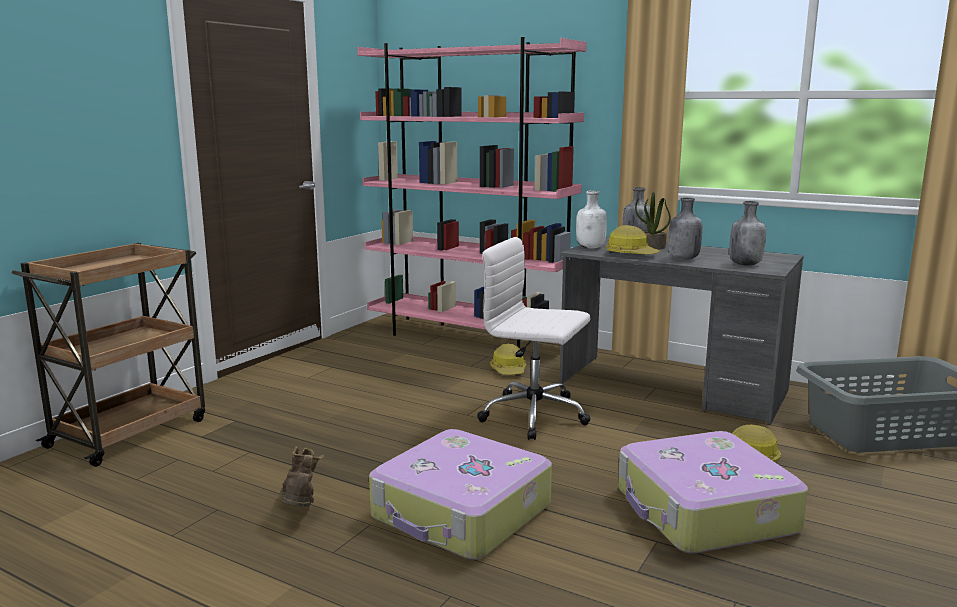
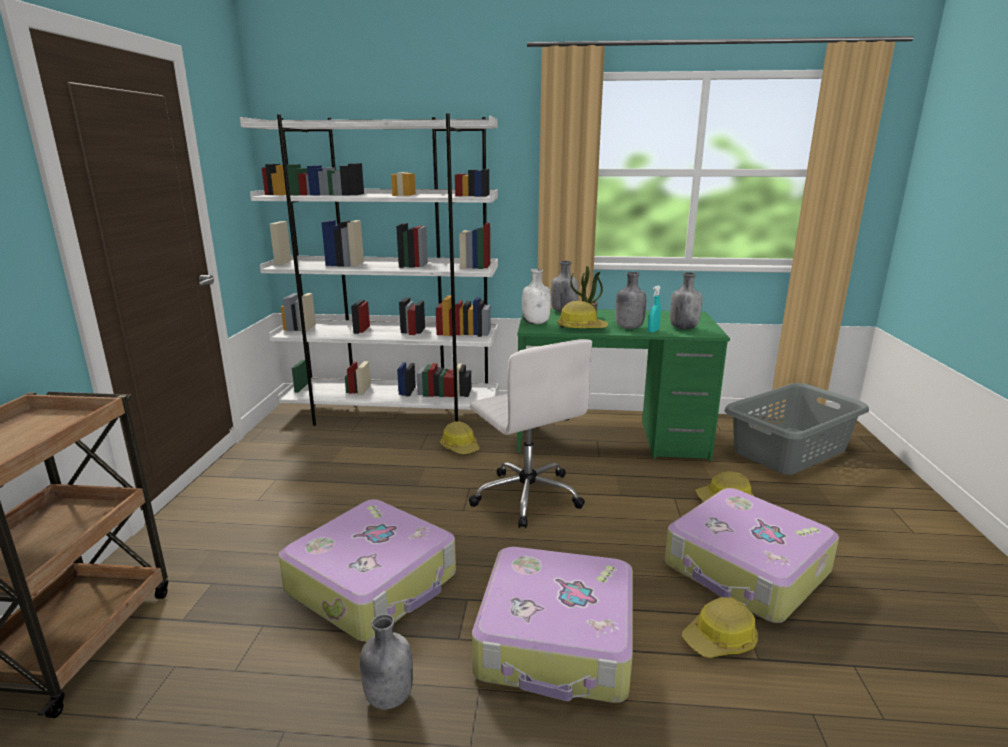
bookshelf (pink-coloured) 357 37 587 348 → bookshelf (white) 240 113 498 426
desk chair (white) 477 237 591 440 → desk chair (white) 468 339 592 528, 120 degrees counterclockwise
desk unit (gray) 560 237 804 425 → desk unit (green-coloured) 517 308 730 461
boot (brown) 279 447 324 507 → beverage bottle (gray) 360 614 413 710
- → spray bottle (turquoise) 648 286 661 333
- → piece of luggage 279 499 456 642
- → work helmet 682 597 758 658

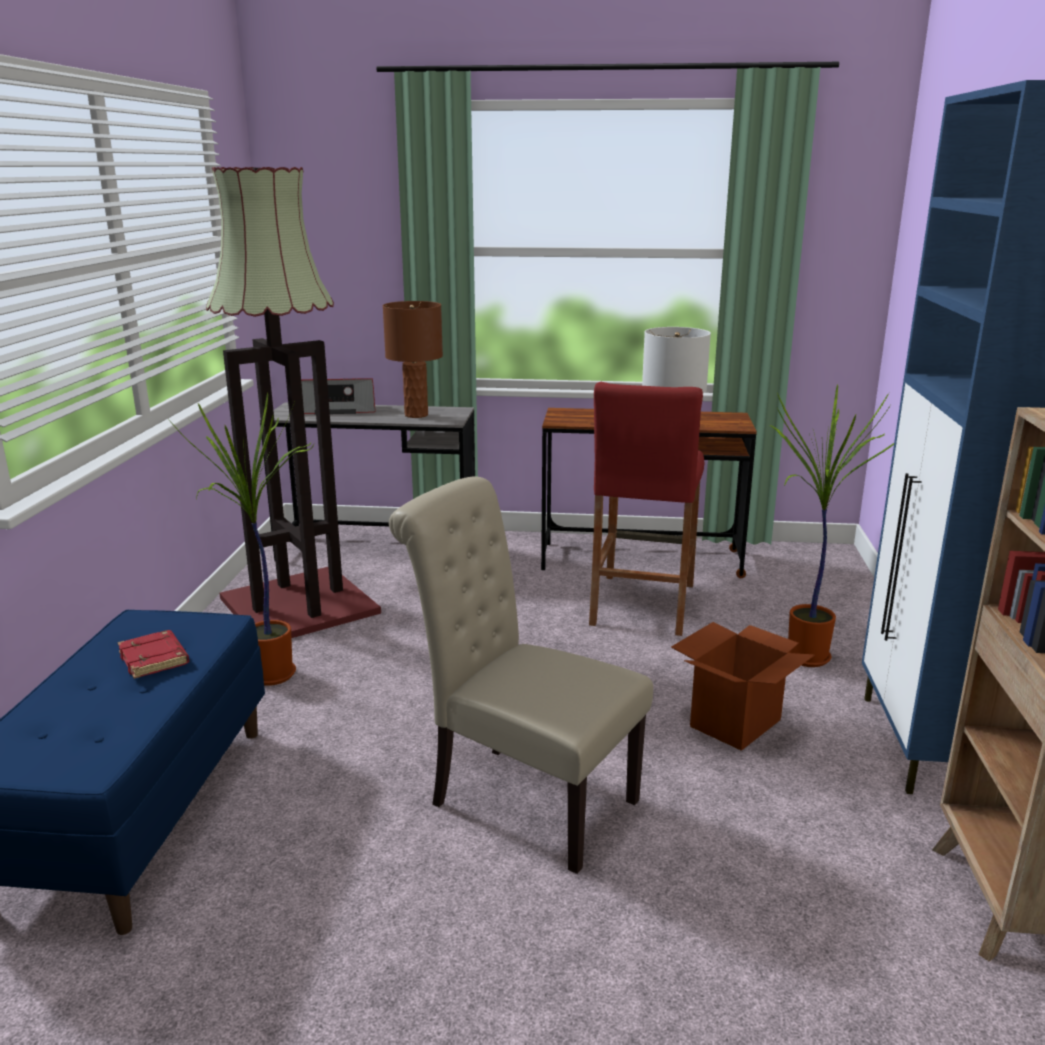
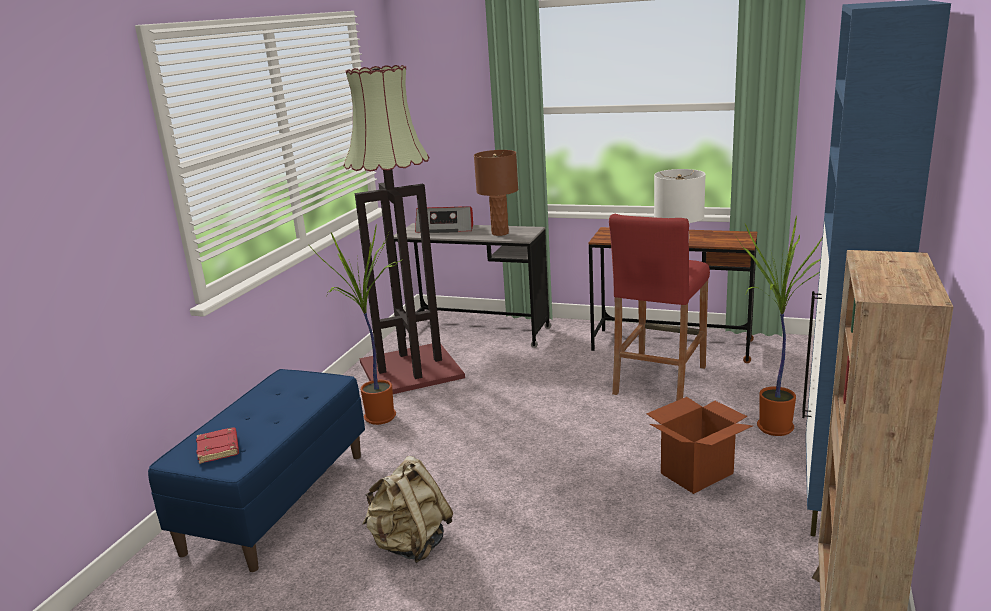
plain chair (sand-coloured) 389 476 653 874 → -
volume (red-coloured) 117 630 189 679 → volume (red-coloured) 196 427 239 464, moved
- → knapsack (sand-coloured) 362 456 453 563

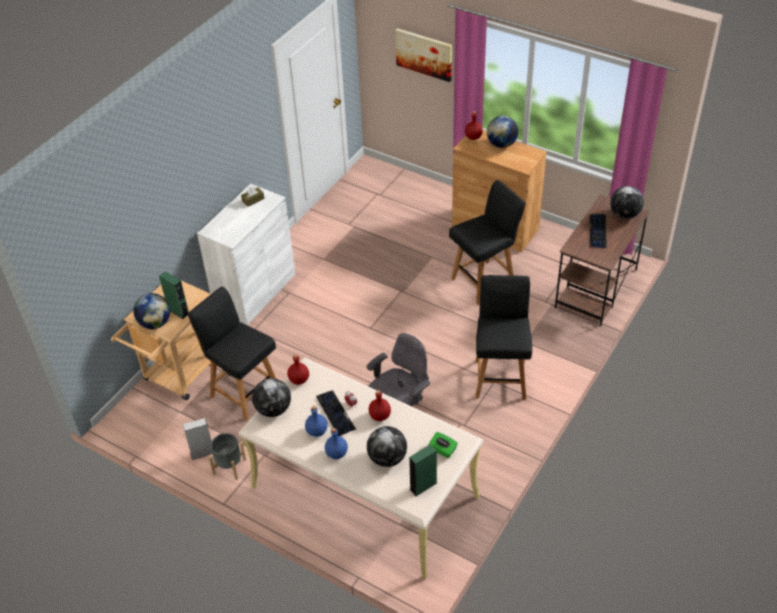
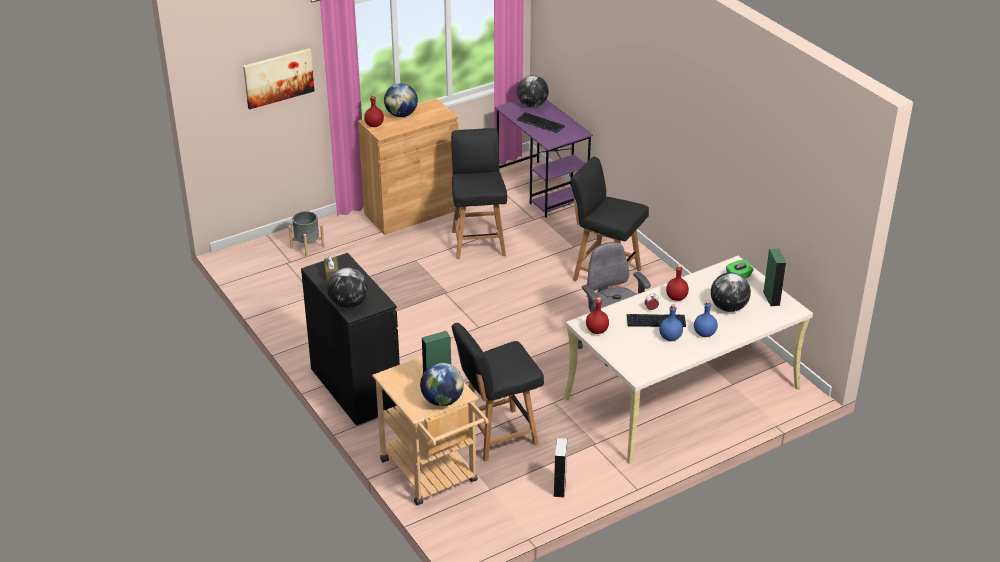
cupboard (white) 197 184 295 325 → cupboard (black) 301 253 400 426
desk unit (brown) 555 194 650 326 → desk unit (purple-coloured) 495 99 593 218
desk globe 252 378 291 417 → desk globe 327 268 368 308, moved
flower pot (gray) 209 433 246 480 → flower pot (gray) 288 211 325 257, moved

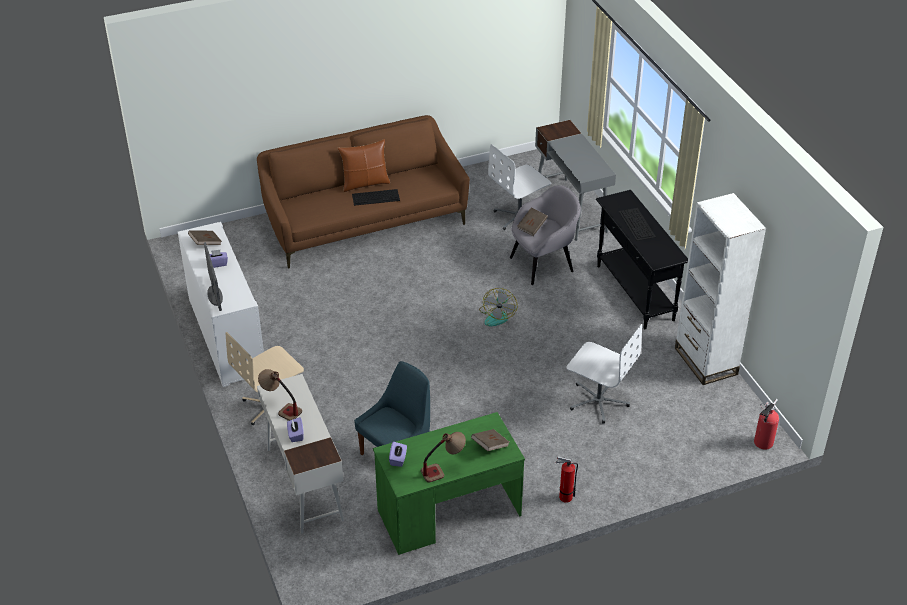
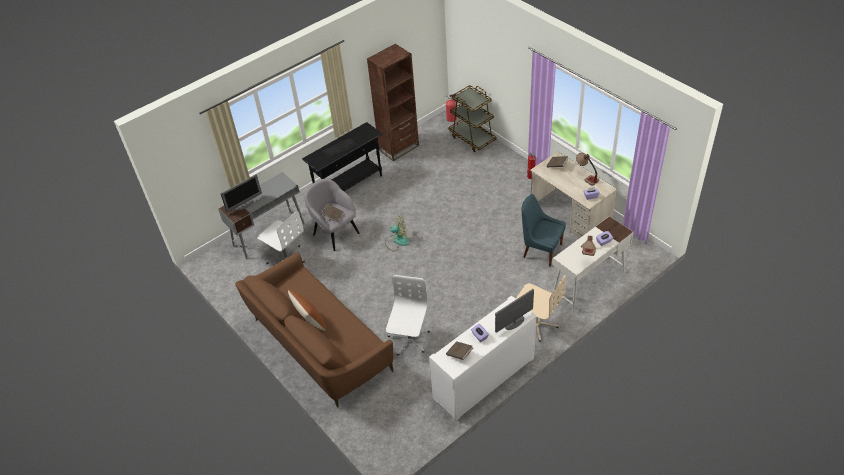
PC keyboard 352 189 400 206 → -
bookshelf (white) 675 193 766 385 → bookshelf (brown) 367 44 419 161
desk chair (white) 566 324 642 423 → desk chair (white) 386 275 430 356, moved
desk unit (green-coloured) 373 412 525 555 → desk unit (sand-coloured) 530 152 617 238
- → trolley (brown) 448 85 496 152
- → computer screen 221 174 262 213

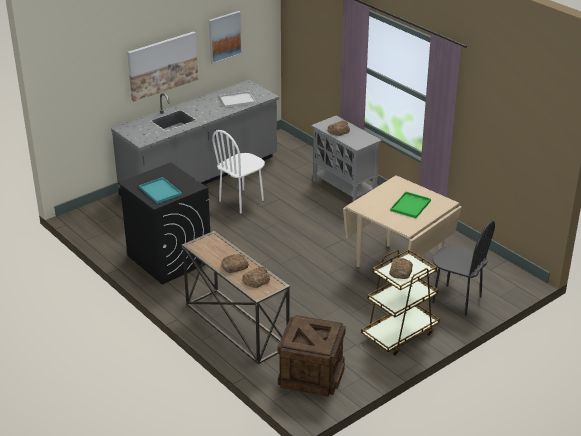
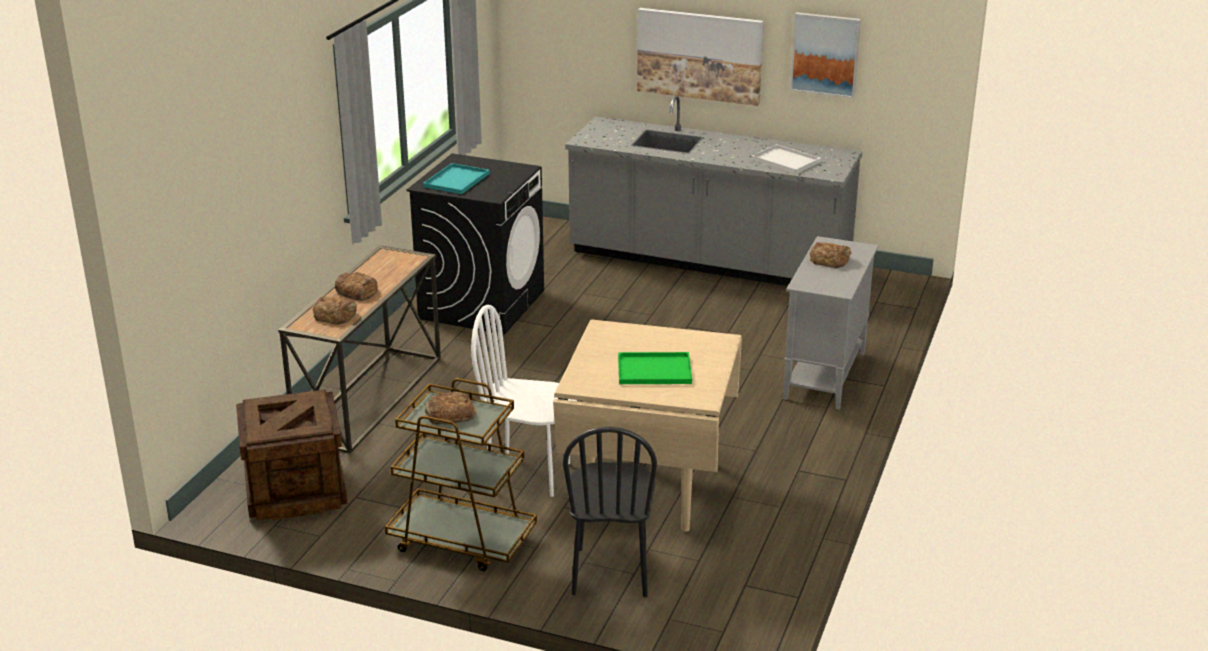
plain chair (white) 212 130 265 213 → plain chair (white) 471 305 577 497, moved

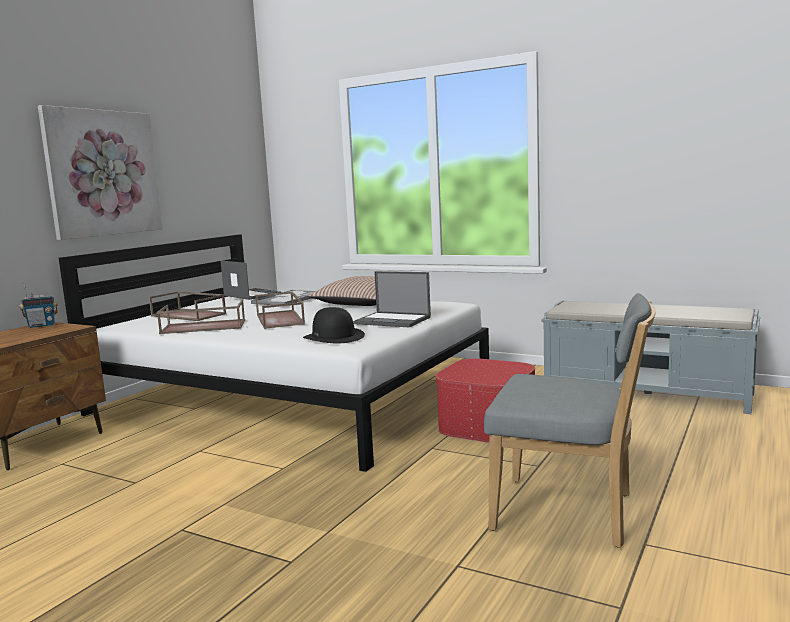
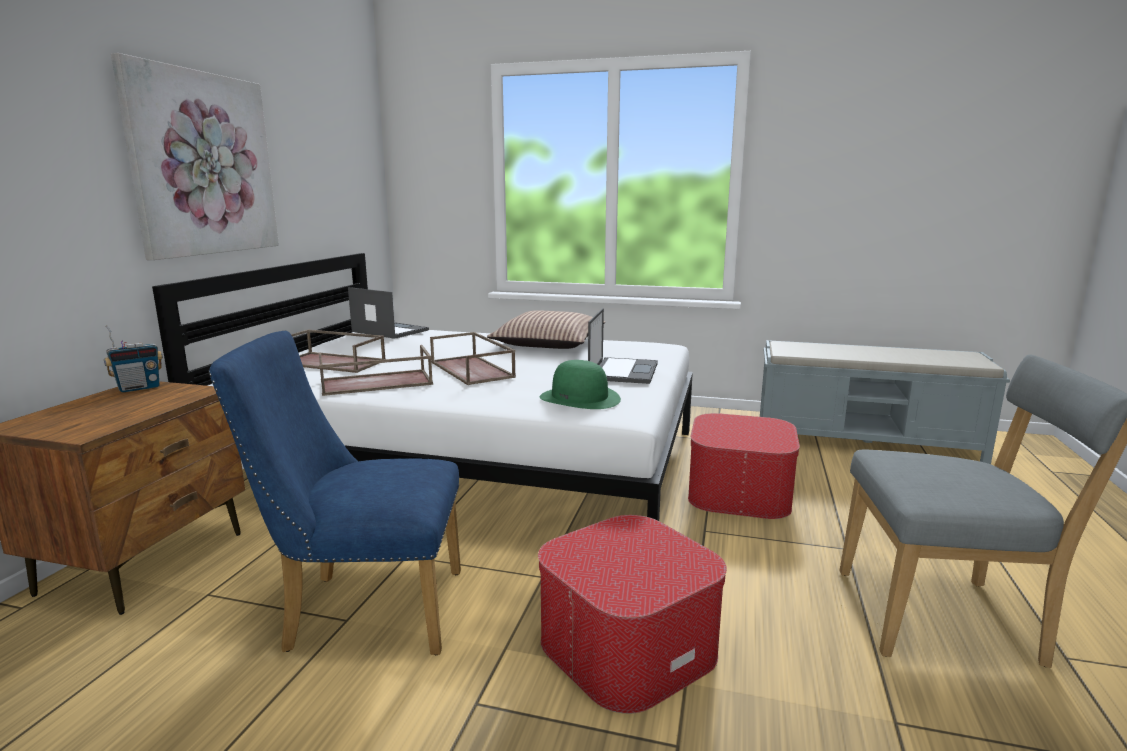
notebook computer 353 271 431 328 → notebook computer 588 308 658 384, 90 degrees counterclockwise
serving tray 251 290 316 305 → -
clothing hat (black) 303 307 365 343 → clothing hat (green-coloured) 540 360 621 409
- → plain chair (blue-coloured) 209 331 461 655
- → footrest 538 515 727 714

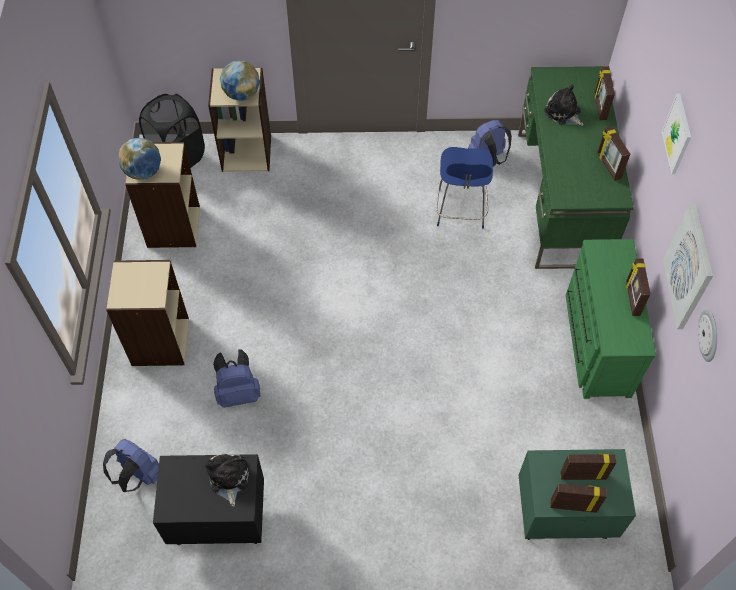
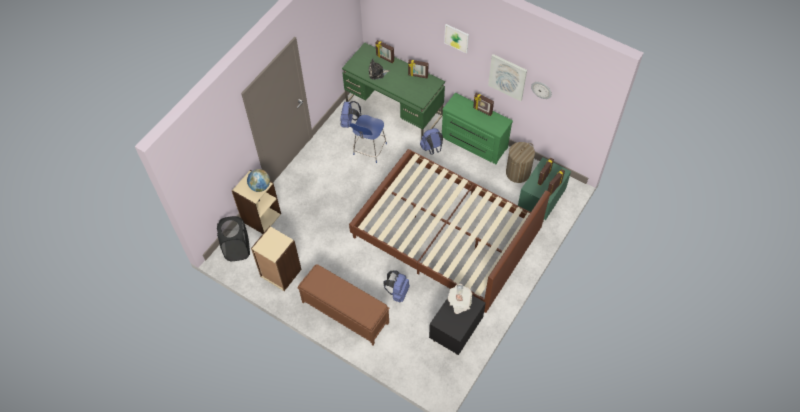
desk globe 118 138 161 180 → -
plain chair (blue-coloured) 436 147 493 229 → plain chair (blue-coloured) 350 115 387 163, 75 degrees clockwise
bookshelf (sand-coloured) 106 260 189 366 → indoor bench (brown) 297 264 390 346
knapsack (blue-coloured) 103 439 159 492 → knapsack (blue-coloured) 420 128 443 155, moved
plush toy 205 454 249 507 → printed paper 448 284 472 314
- → laundry basket 506 142 535 183
- → sleeping bed (brown) 349 149 550 313

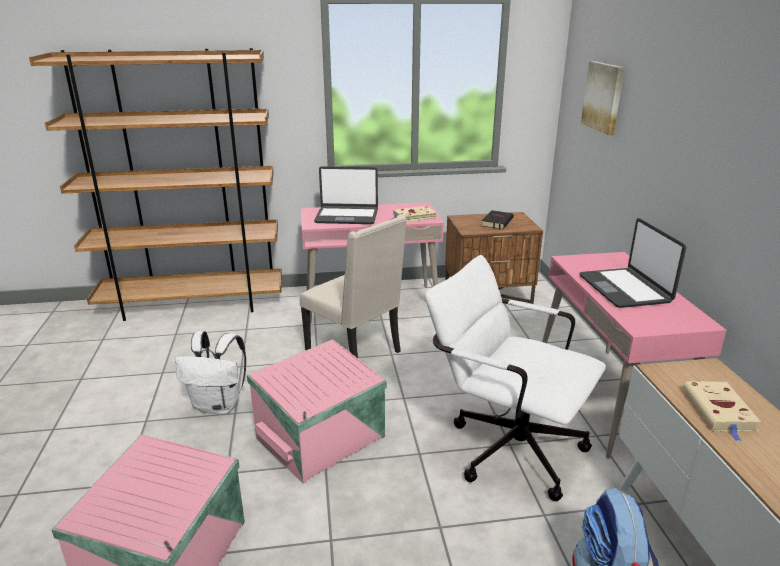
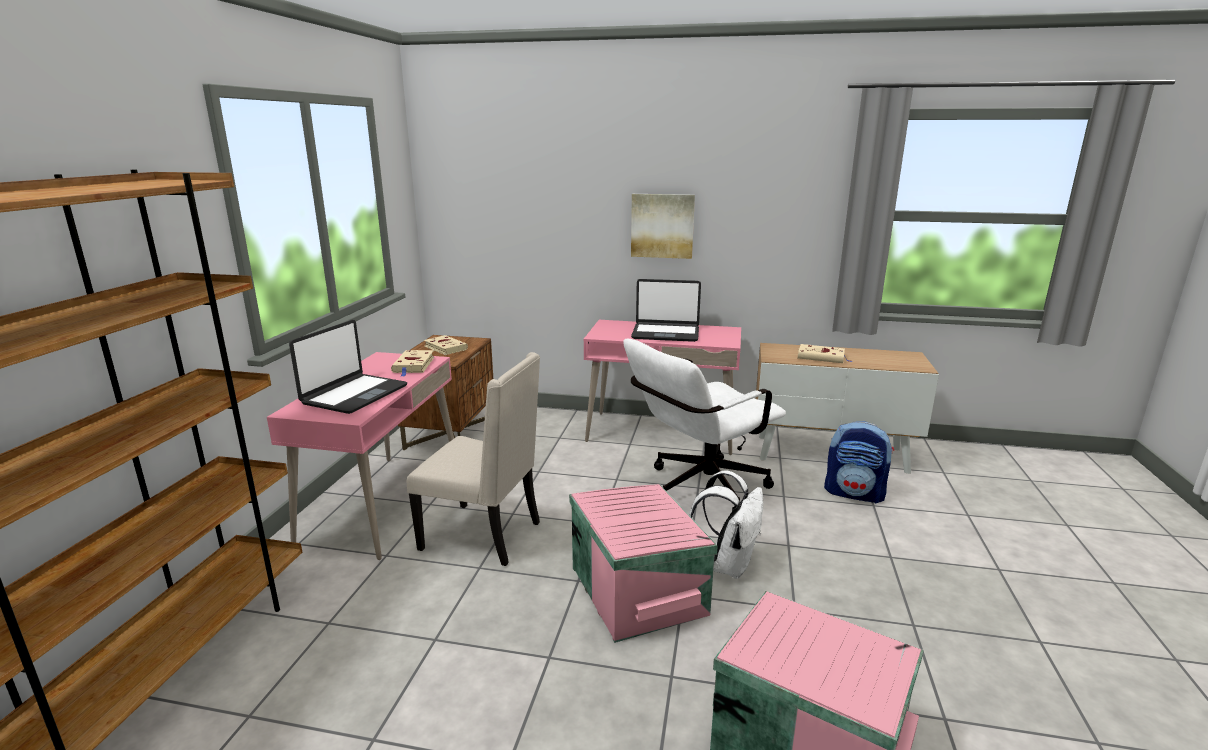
picture 581 61 624 135 → picture 631 194 695 259, moved
volume (black) 481 210 514 229 → volume (sand-coloured) 424 335 468 355
plain chair (sand-coloured) 300 215 407 358 → plain chair (sand-coloured) 407 352 540 566, 45 degrees clockwise
knapsack (white) 175 331 246 414 → knapsack (white) 689 470 763 579, moved

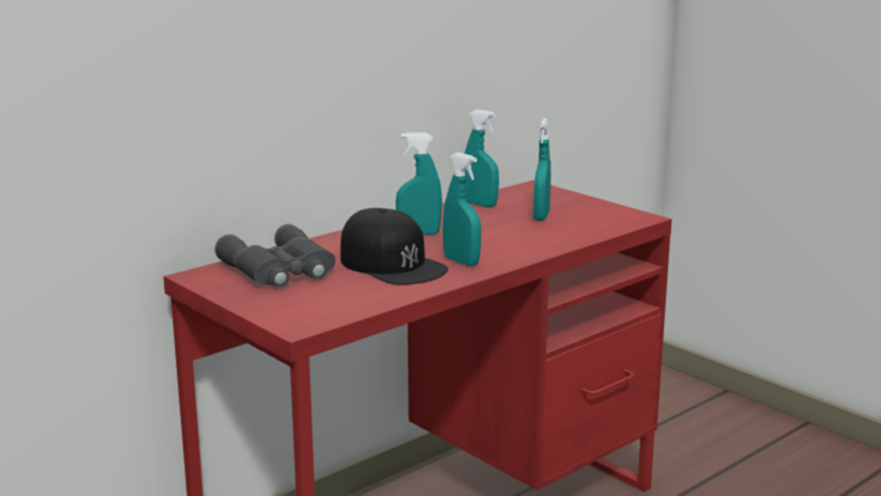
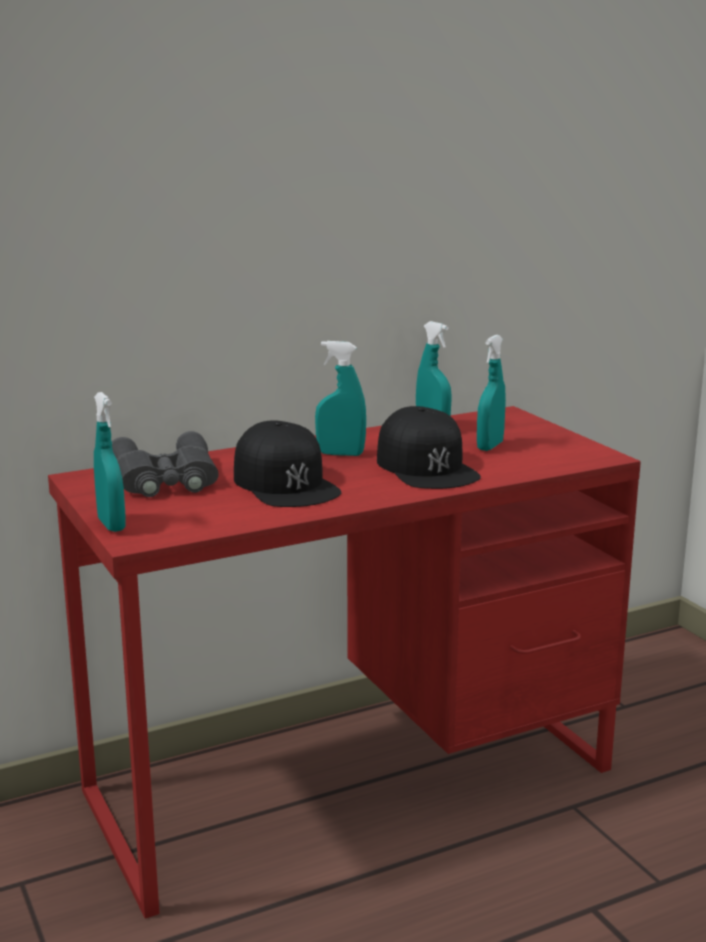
spray bottle (turquoise) 443 152 481 266 → spray bottle (turquoise) 94 392 126 532, moved
- → peaked cap (black) 377 406 481 489

